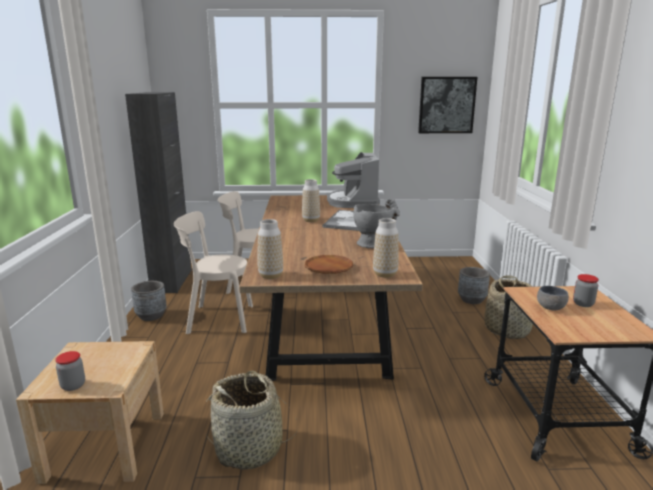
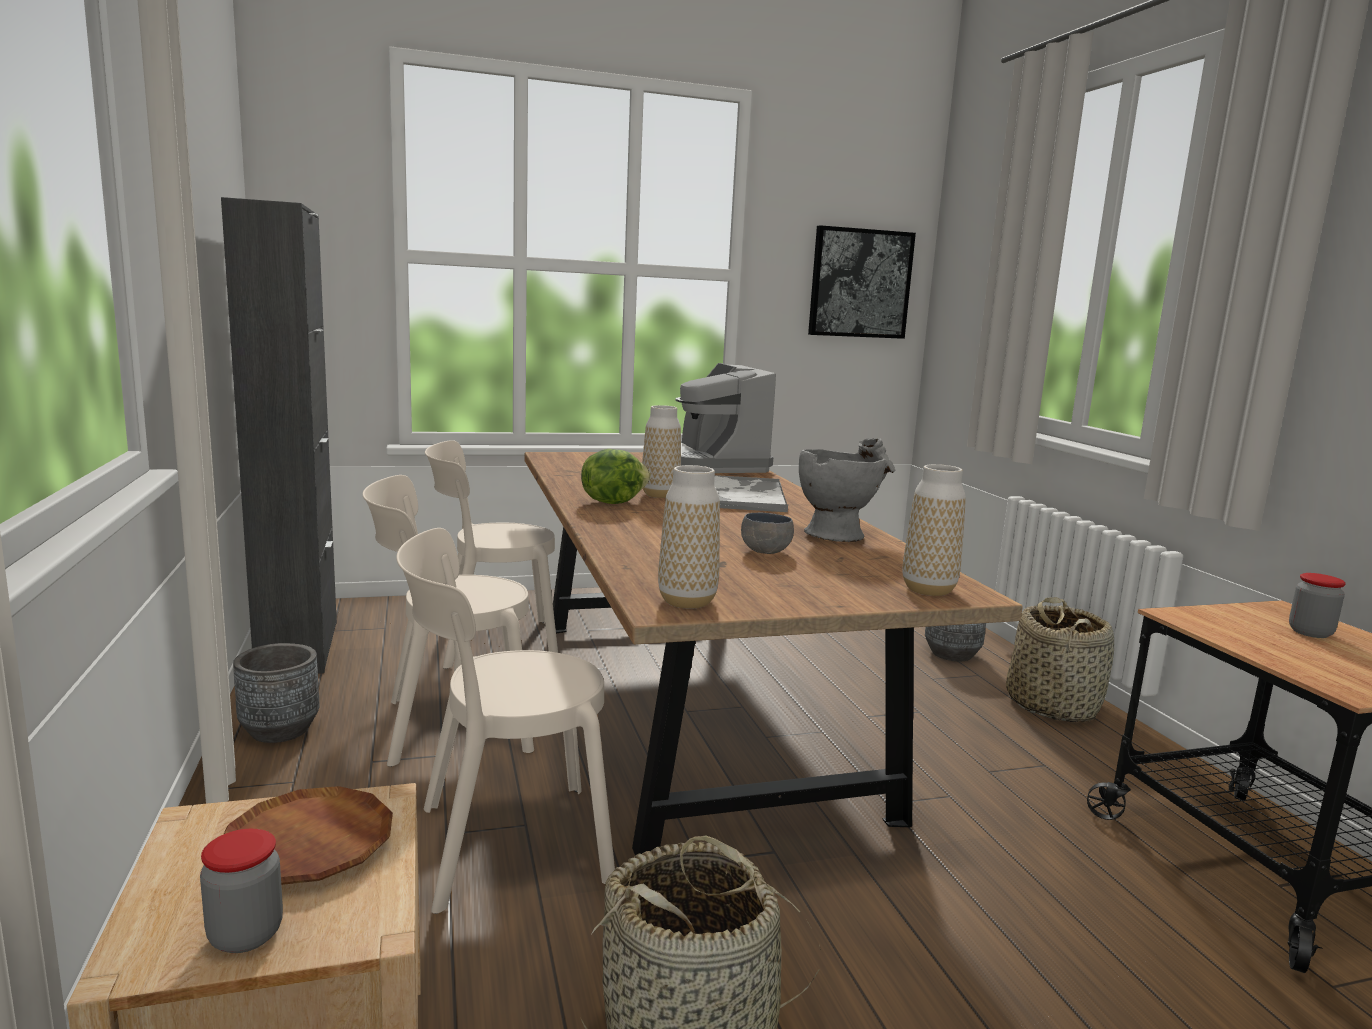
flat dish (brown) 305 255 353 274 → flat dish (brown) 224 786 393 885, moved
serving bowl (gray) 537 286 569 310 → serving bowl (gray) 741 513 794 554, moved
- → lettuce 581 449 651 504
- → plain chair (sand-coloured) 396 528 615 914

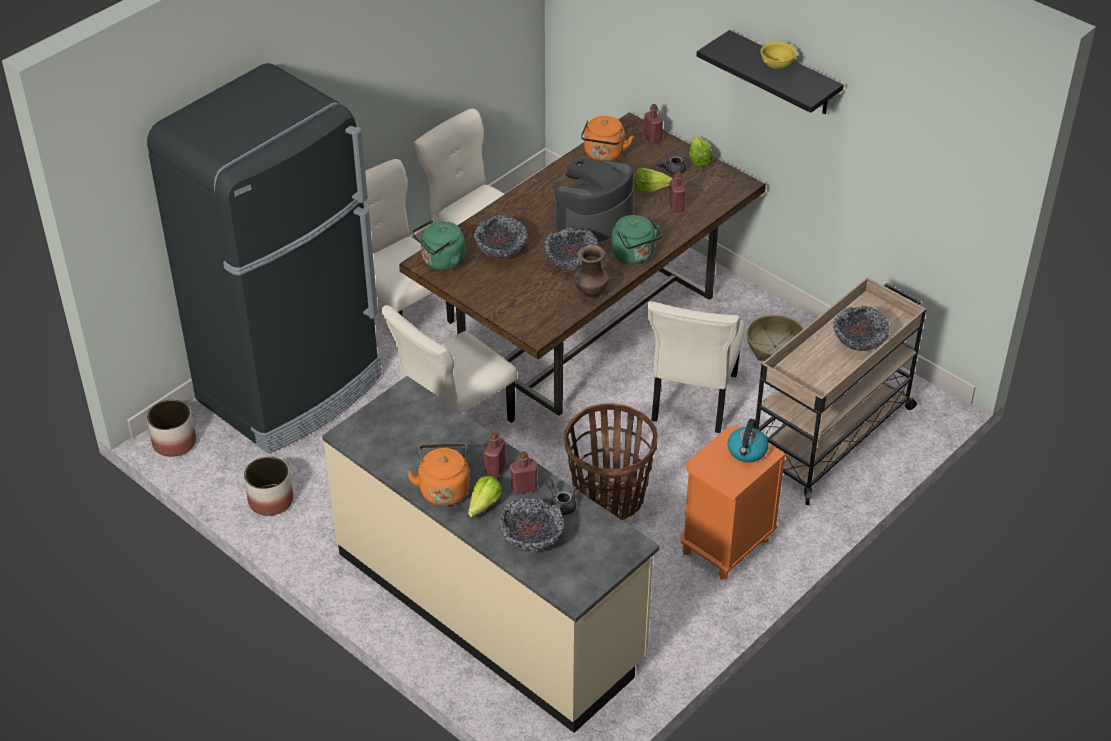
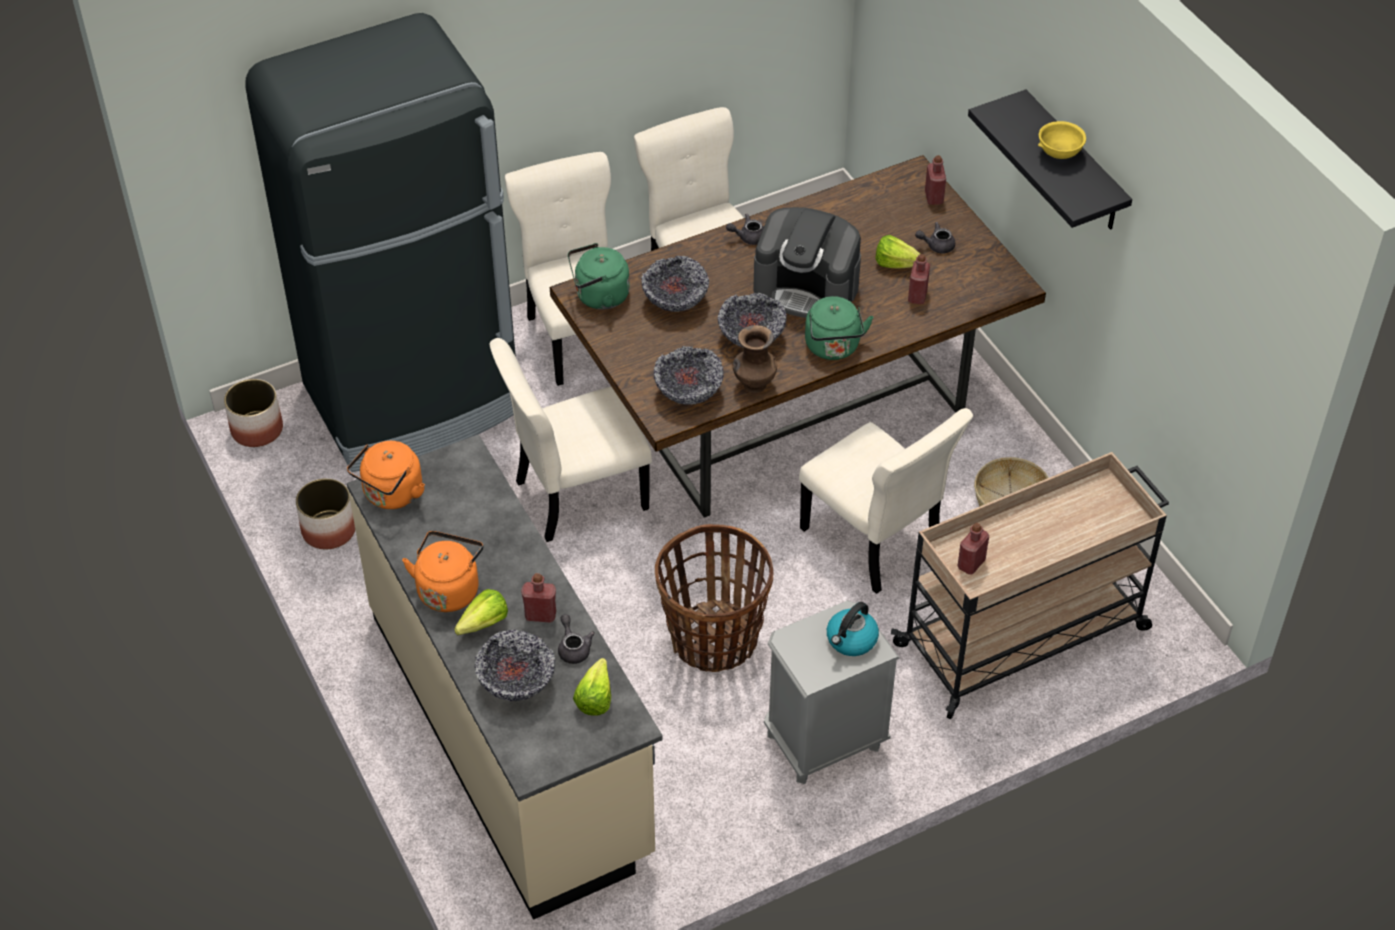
tea kettle (orange-coloured) 581 116 634 161 → tea kettle (orange-coloured) 347 441 425 509, moved
lettuce 689 135 713 167 → lettuce 573 658 611 716, moved
coffee brewer 554 158 634 242 → coffee brewer 753 207 861 318, 135 degrees counterclockwise
plain chair (sand-coloured) 647 301 745 433 → plain chair (sand-coloured) 799 408 973 594, 75 degrees counterclockwise
serving bowl 833 306 890 351 → serving bowl 654 346 724 405, moved
nightstand (orange-coloured) 680 426 786 580 → nightstand (gray) 764 601 900 784
beverage bottle (red-coloured) 484 432 505 477 → beverage bottle (red-coloured) 957 523 989 574, moved
- → tea pot (gray) 726 214 764 245

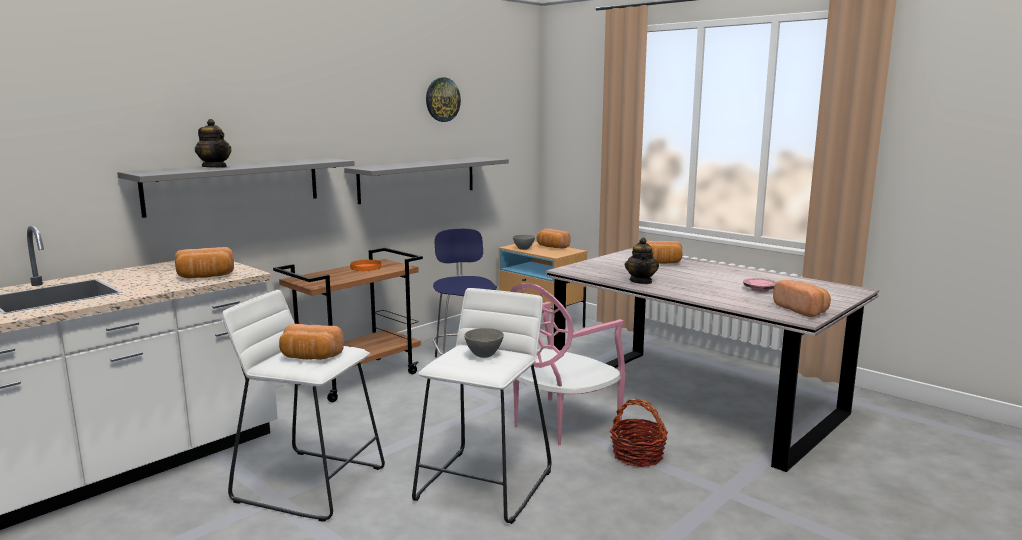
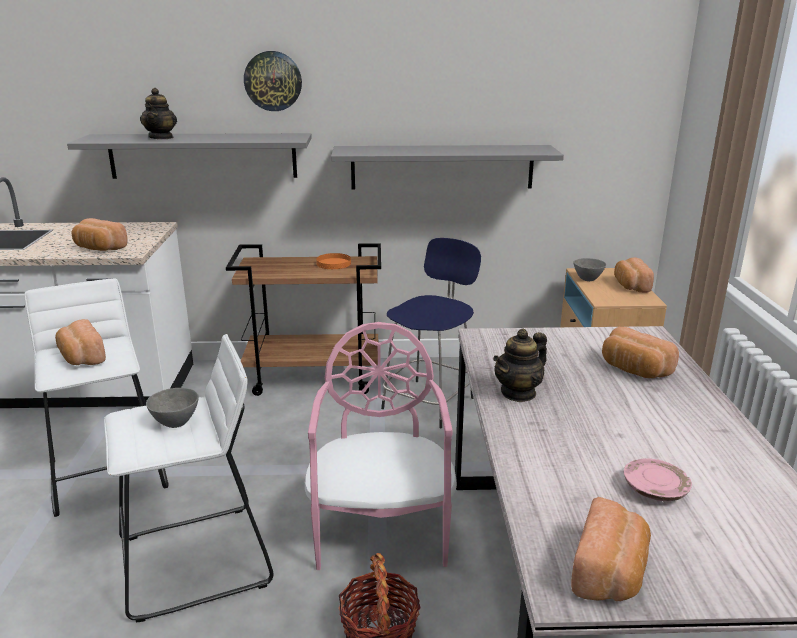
clock on the wall 426 78 461 122 → clock on the wall 244 51 302 111, moved
plain chair (pink-coloured) 510 283 625 445 → plain chair (pink-coloured) 305 322 457 570, 90 degrees clockwise

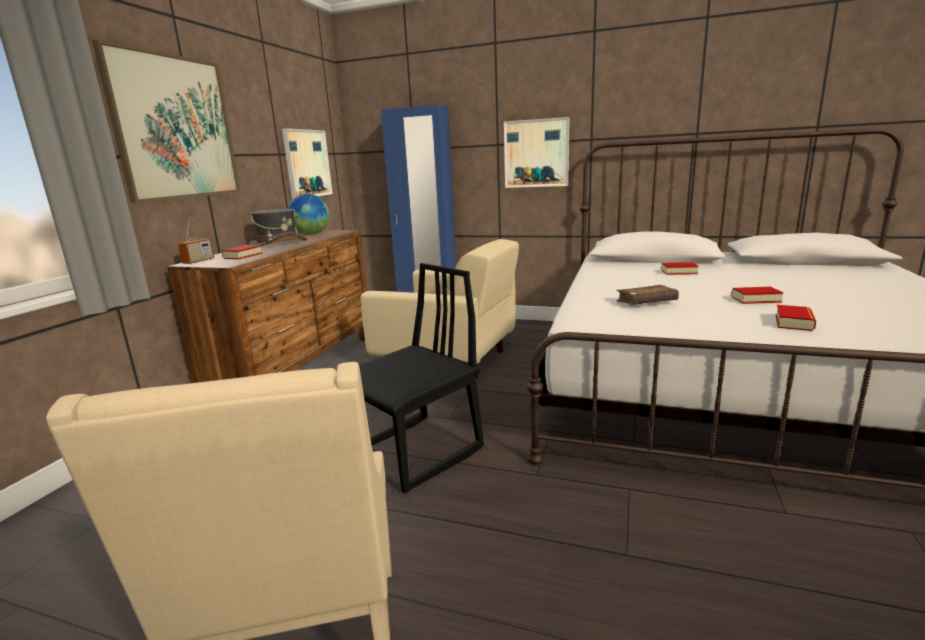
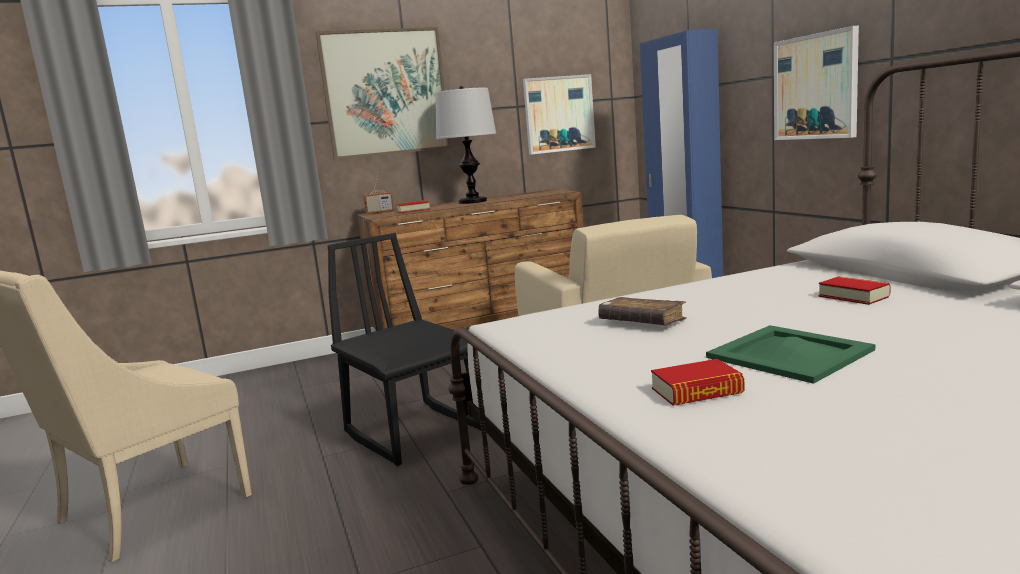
desk globe 288 194 329 235 → -
clothing hat (gray) 249 209 307 246 → lamp for a table 435 86 496 204
plain chair (black) 359 263 484 493 → plain chair (black) 328 233 481 466, 135 degrees counterclockwise
volume 731 287 784 304 → serving tray (green-coloured) 706 325 875 384

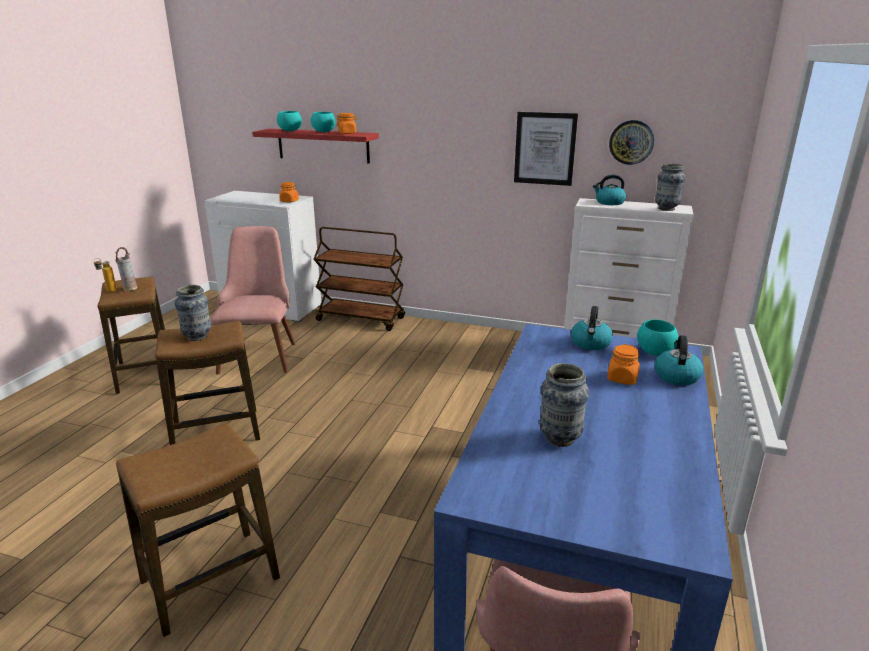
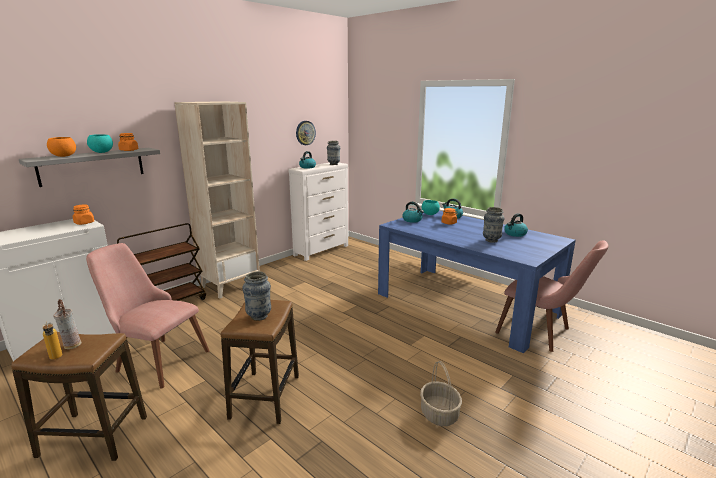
serving bowl (turquoise) 277 111 302 131 → serving bowl (orange-coloured) 47 137 76 157
picture 514 112 578 186 → -
bracket shelf (red-coloured) 252 129 379 163 → bracket shelf (gray) 19 148 160 187
sitting stool 116 423 280 637 → storage basket 420 361 462 426
- → bookshelf (sand-coloured) 174 101 260 299
- → tea kettle 504 213 528 237

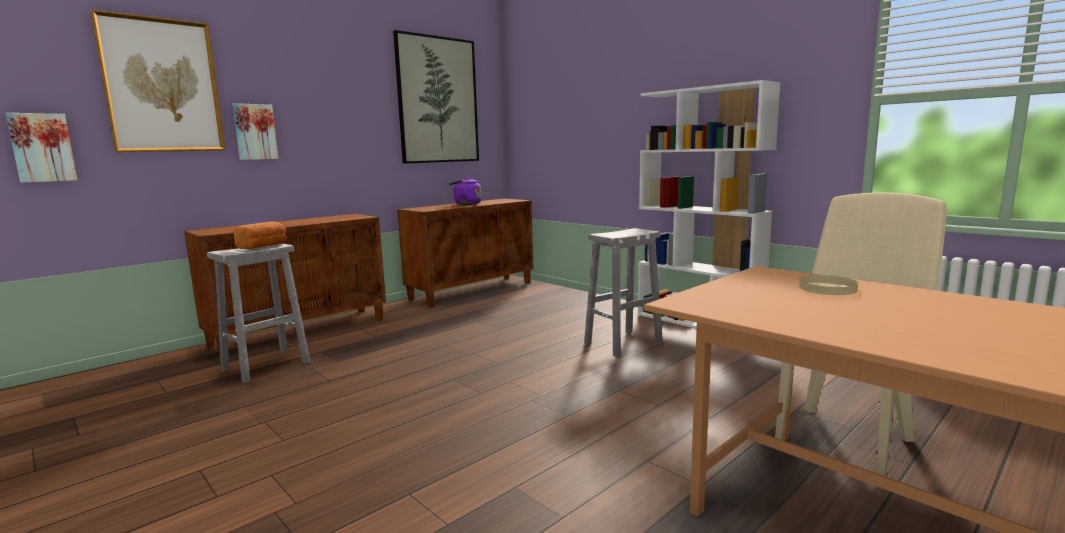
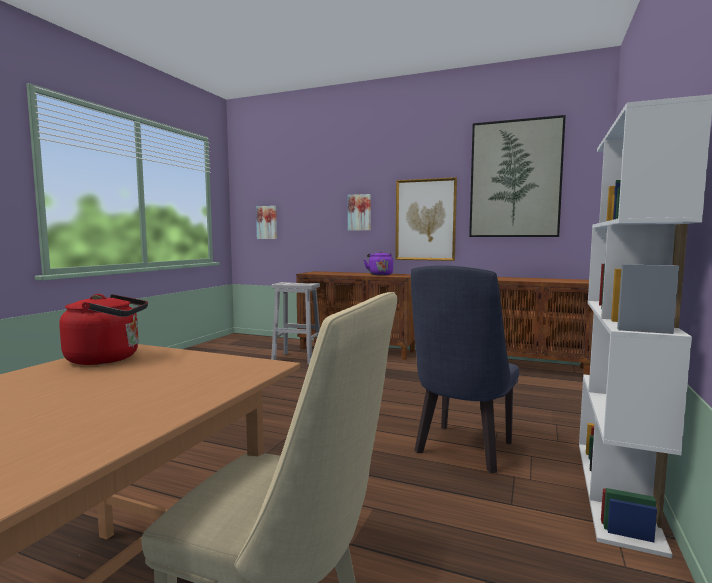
picture 90 9 225 152 → picture 395 177 457 261, moved
tea kettle (purple-coloured) 449 177 481 205 → tea kettle (purple-coloured) 364 251 393 276, moved
bread 234 221 287 249 → -
sitting stool (white) 584 228 663 357 → plain chair (blue-coloured) 411 265 519 473
flat dish (sand-coloured) 799 275 858 295 → -
- → tea kettle (red-coloured) 59 294 148 365

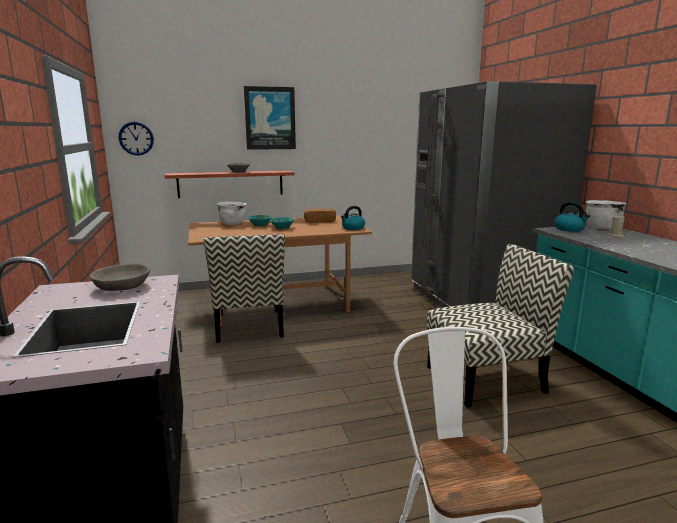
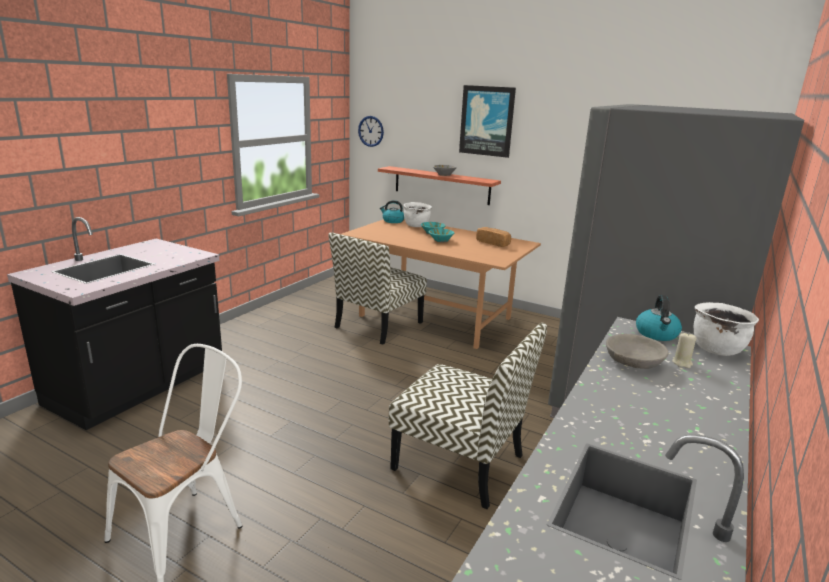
tea kettle 341 206 365 230 → tea kettle 380 200 404 223, moved
serving bowl (gray) 90 264 150 291 → serving bowl (gray) 606 334 669 369, moved

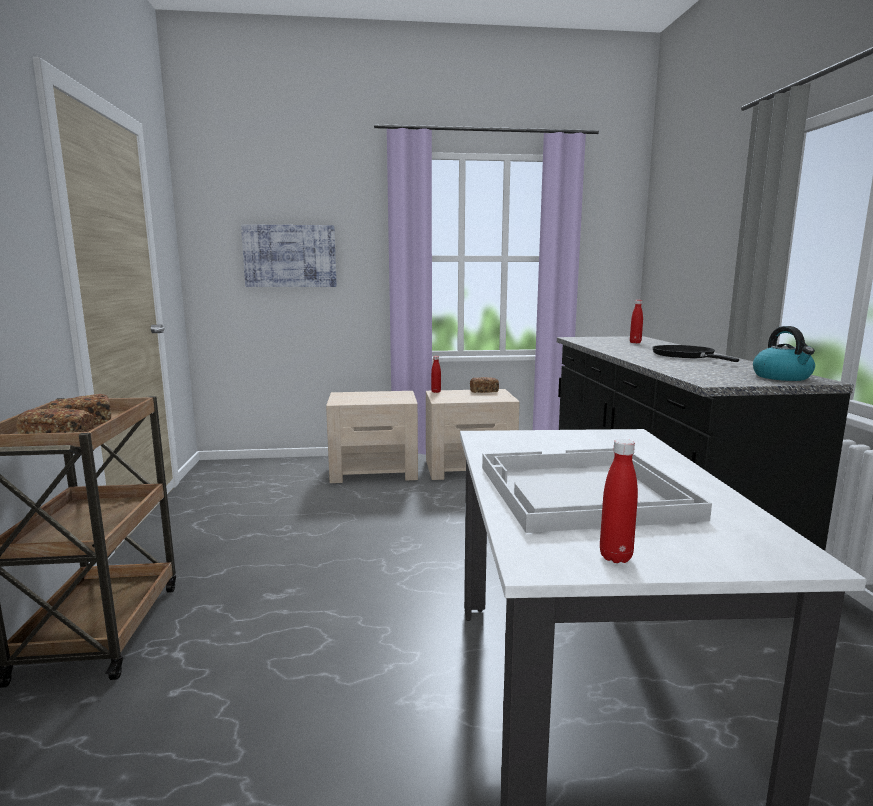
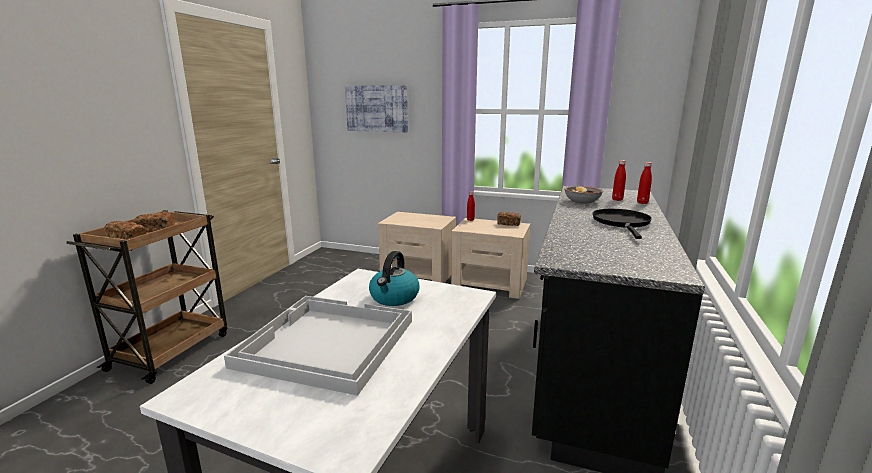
tea kettle 753 326 815 381 → tea kettle 369 251 420 306, moved
beverage bottle (red-coloured) 600 439 638 563 → beverage bottle (red-coloured) 637 162 652 204, moved
- → serving bowl 564 186 604 204

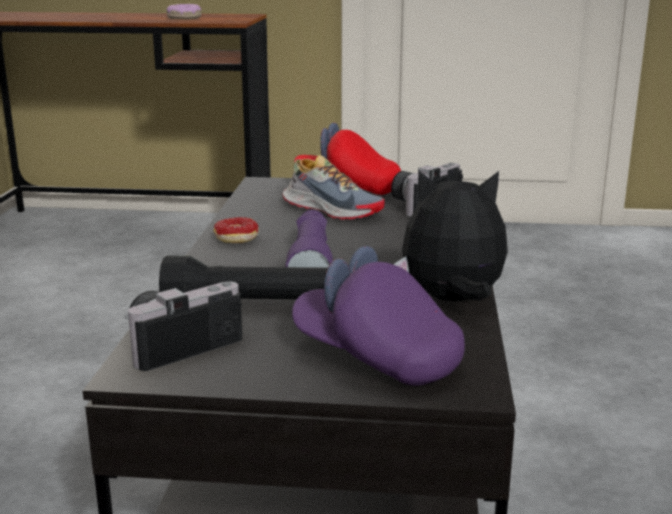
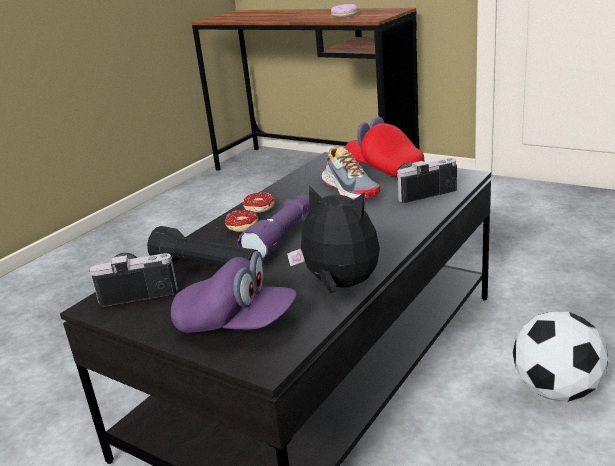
peaked cap (purple-coloured) 292 246 465 386 → peaked cap (purple-coloured) 171 251 297 333, 135 degrees clockwise
- → donut 225 210 258 232
- → ball for football 513 311 608 402

